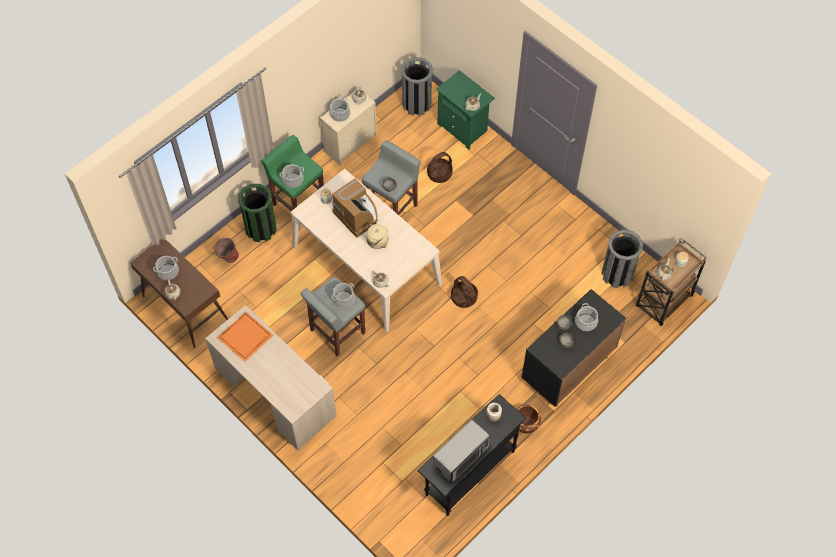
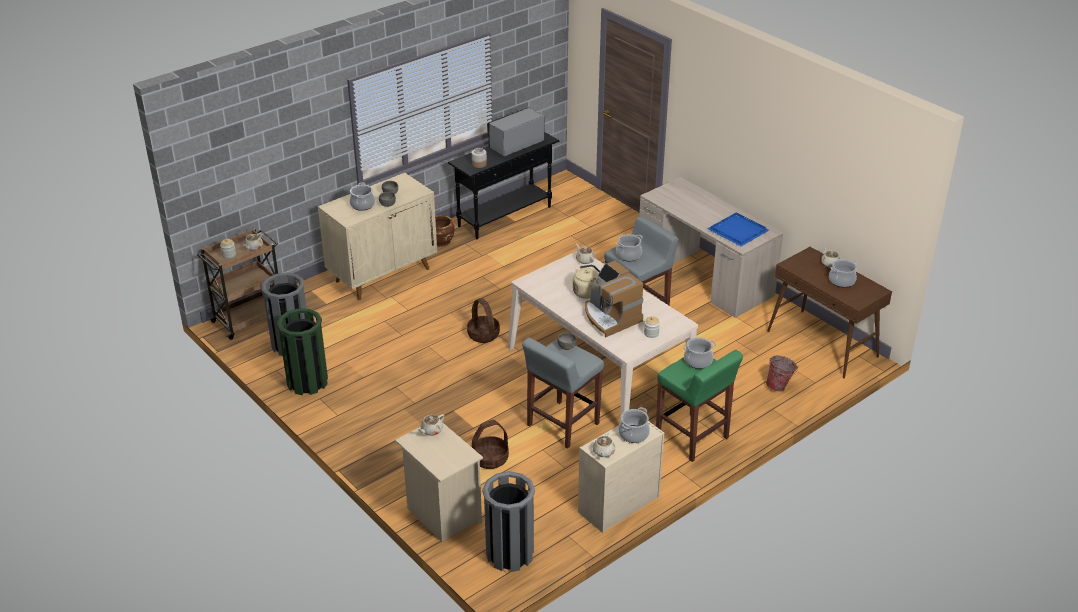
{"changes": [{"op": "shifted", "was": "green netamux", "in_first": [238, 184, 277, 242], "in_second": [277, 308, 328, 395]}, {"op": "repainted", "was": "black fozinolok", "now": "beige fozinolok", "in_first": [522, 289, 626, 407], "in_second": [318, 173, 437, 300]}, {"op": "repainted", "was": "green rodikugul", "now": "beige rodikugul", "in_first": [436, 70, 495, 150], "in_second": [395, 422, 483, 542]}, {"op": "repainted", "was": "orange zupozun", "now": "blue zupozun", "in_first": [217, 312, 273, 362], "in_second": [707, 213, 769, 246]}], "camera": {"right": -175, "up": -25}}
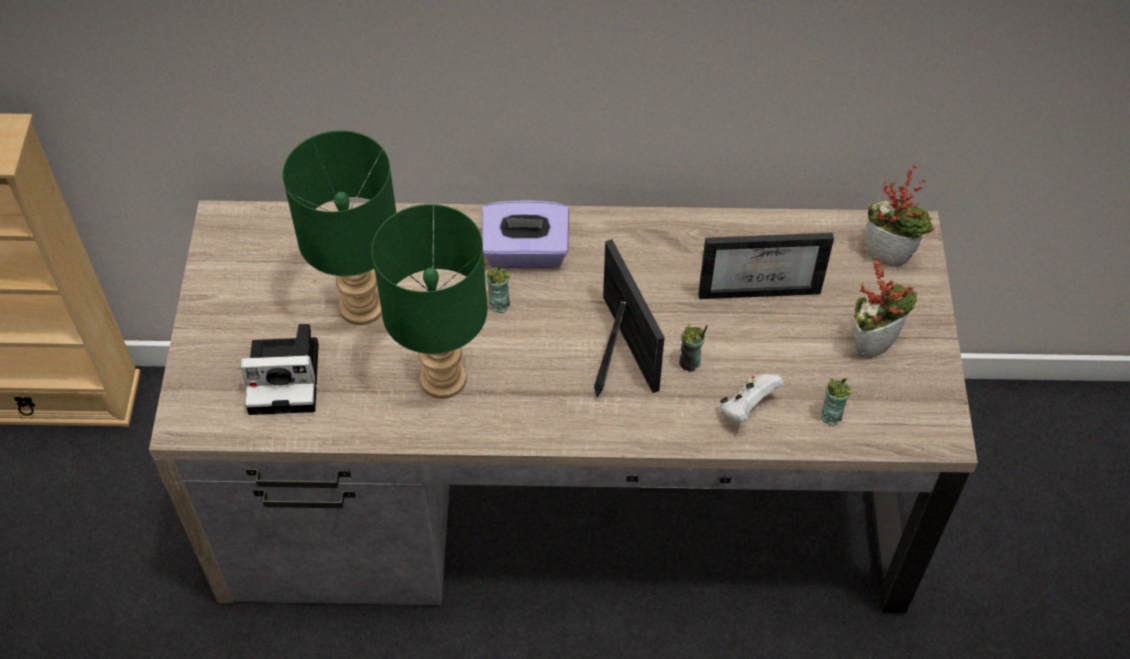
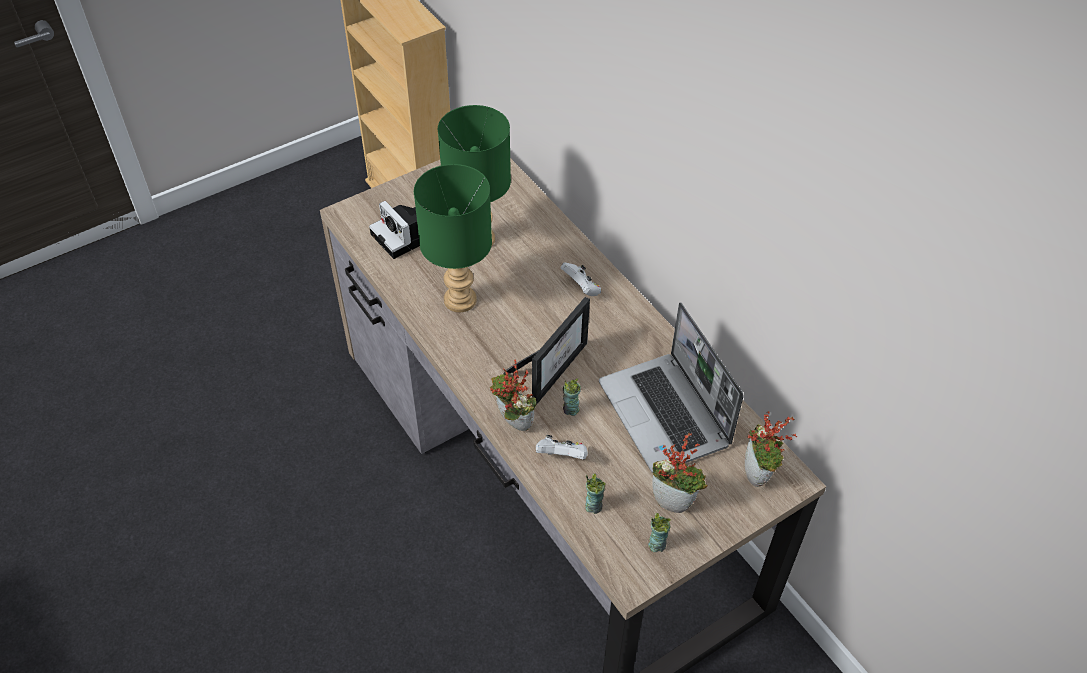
{"changes": [{"op": "new", "now": "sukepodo", "in_second": [490, 360, 536, 431]}, {"op": "swapped", "was": "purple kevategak", "now": "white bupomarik", "in_first": [482, 200, 569, 268], "in_second": [561, 262, 601, 296]}, {"op": "swapped", "was": "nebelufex", "now": "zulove", "in_first": [698, 233, 834, 299], "in_second": [599, 302, 744, 473]}, {"op": "shifted", "was": "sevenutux", "in_first": [486, 264, 511, 313], "in_second": [648, 513, 671, 552]}], "camera": {"right": 55, "up": -5}}
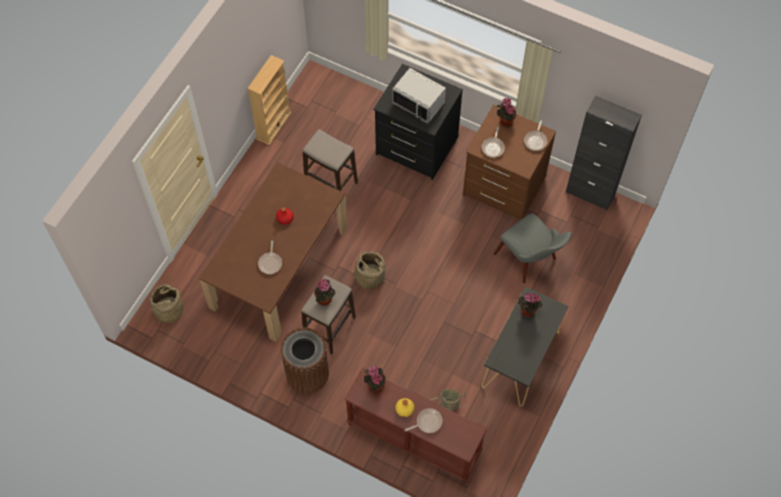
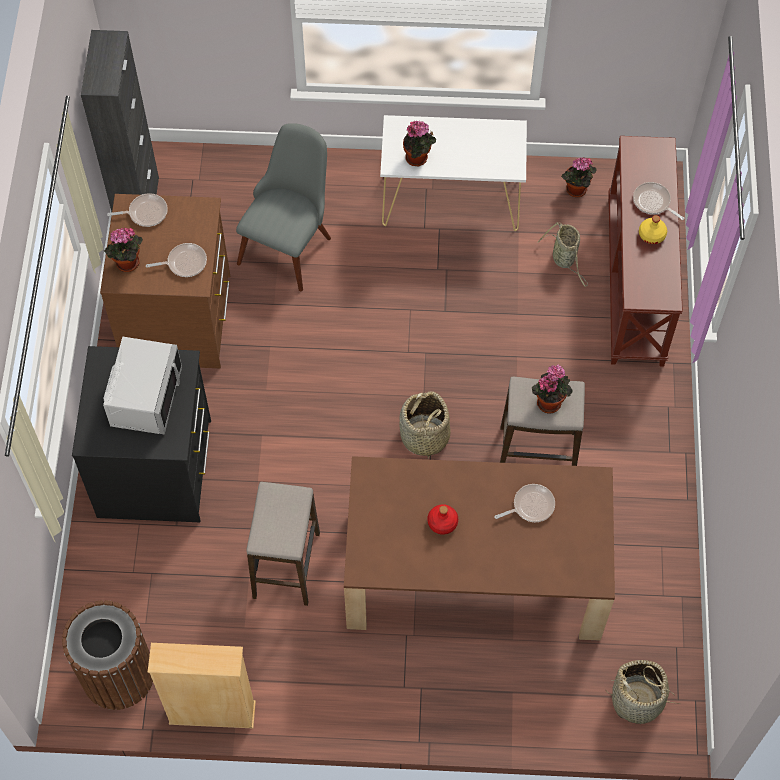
{"changes": [{"op": "shifted", "was": "brown netamux", "in_first": [280, 328, 329, 394], "in_second": [62, 600, 153, 710]}, {"op": "repainted", "was": "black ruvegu", "now": "white ruvegu", "in_first": [482, 286, 569, 407], "in_second": [380, 115, 527, 231]}, {"op": "shifted", "was": "sukepodo", "in_first": [364, 366, 386, 393], "in_second": [561, 157, 596, 197]}], "camera": {"right": -115, "up": 0}}
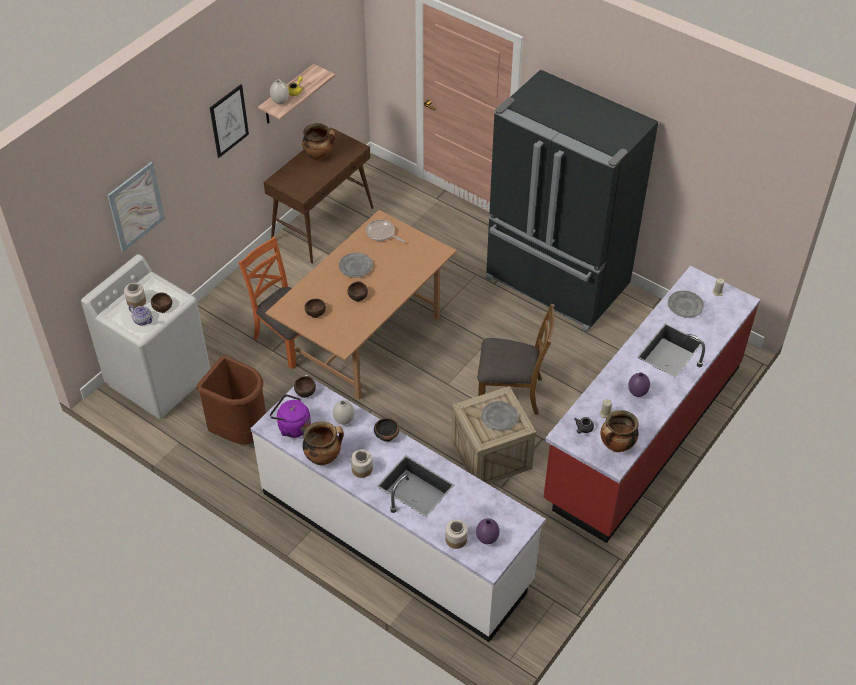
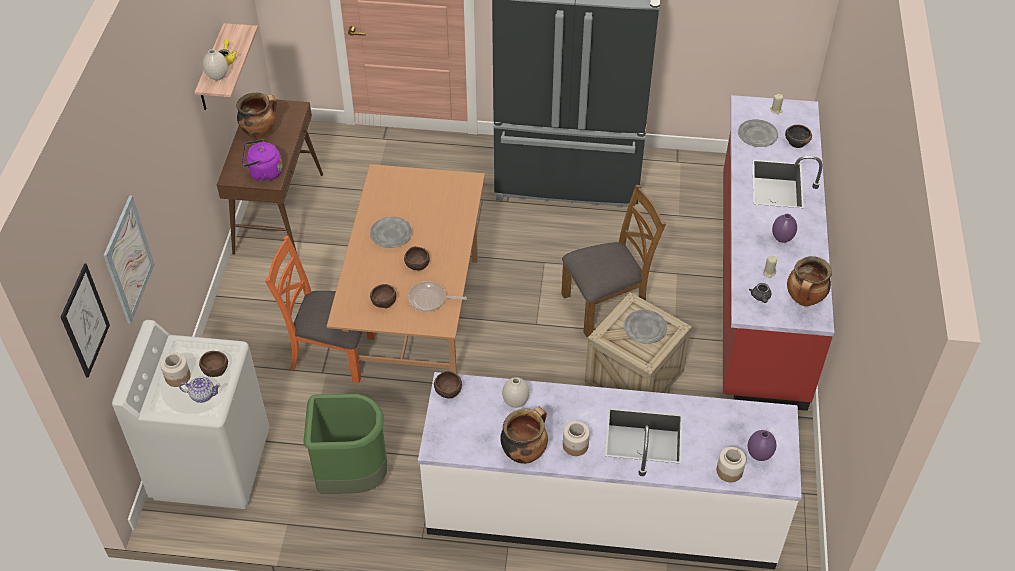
{"changes": [{"op": "shifted", "was": "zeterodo", "in_first": [210, 84, 249, 158], "in_second": [61, 264, 110, 378]}, {"op": "shifted", "was": "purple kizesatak", "in_first": [270, 394, 311, 438], "in_second": [242, 139, 283, 182]}, {"op": "repainted", "was": "brown netamux", "now": "green netamux", "in_first": [197, 356, 266, 444], "in_second": [304, 394, 387, 494]}, {"op": "shifted", "was": "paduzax", "in_first": [366, 219, 405, 242], "in_second": [408, 281, 467, 312]}, {"op": "shifted", "was": "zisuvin", "in_first": [374, 418, 399, 442], "in_second": [785, 124, 812, 148]}], "camera": {"right": -30, "up": 0}}
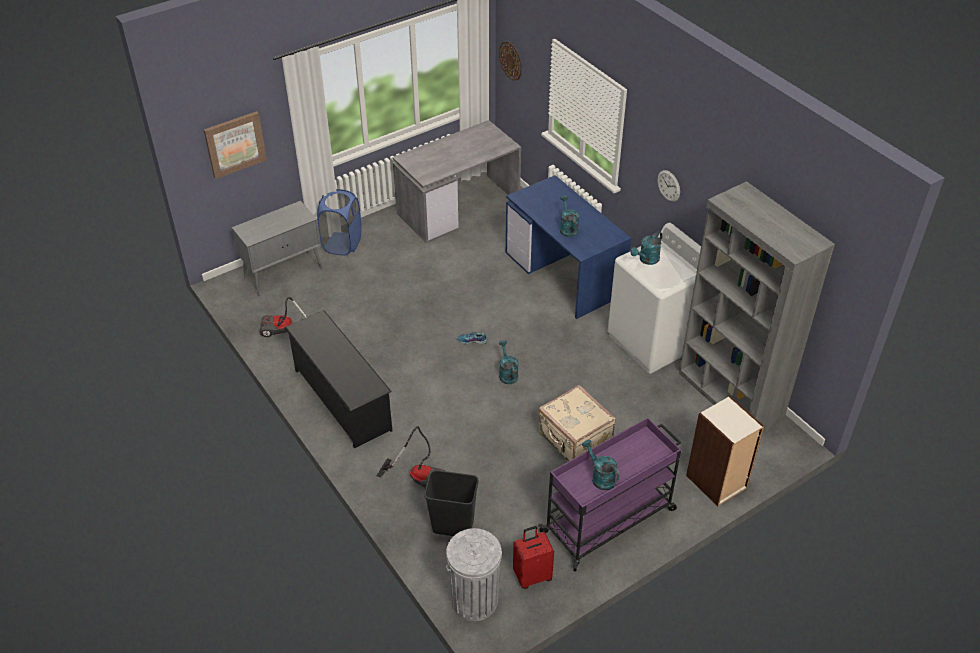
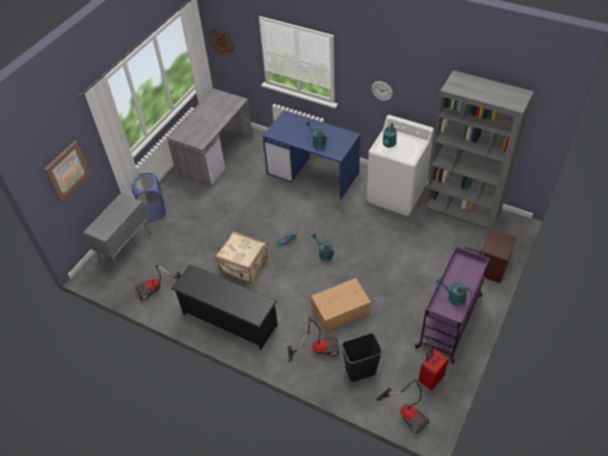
{"changes": [{"op": "shifted", "was": "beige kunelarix", "in_first": [538, 385, 616, 462], "in_second": [215, 232, 268, 284]}, {"op": "new", "now": "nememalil", "in_second": [311, 278, 371, 332]}, {"op": "swapped", "was": "grey netamux", "now": "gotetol", "in_first": [446, 528, 502, 621], "in_second": [376, 380, 430, 434]}, {"op": "swapped", "was": "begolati", "now": "brown rodikugul", "in_first": [686, 396, 764, 507], "in_second": [479, 228, 517, 283]}], "camera": {"right": -25, "up": 5}}
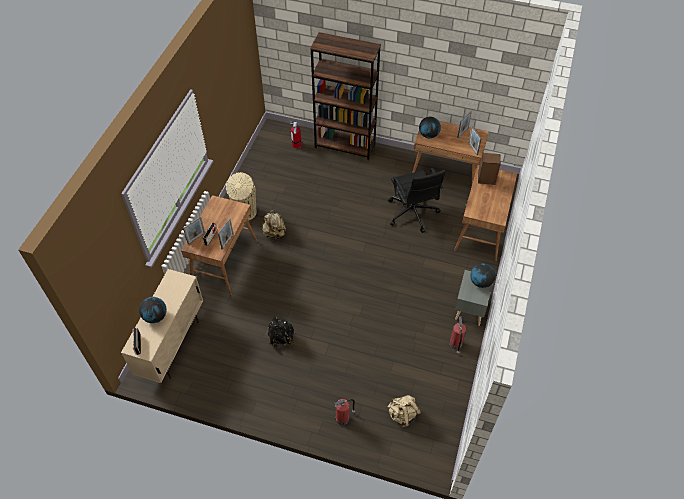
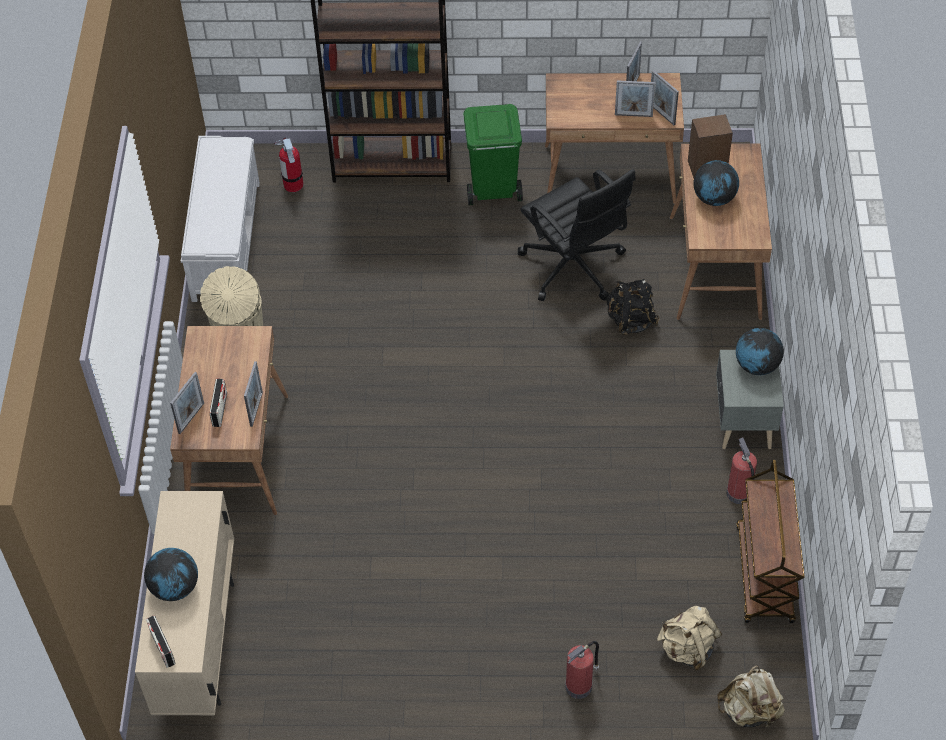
{"changes": [{"op": "new", "now": "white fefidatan", "in_second": [181, 136, 260, 302]}, {"op": "new", "now": "green netamux", "in_second": [463, 104, 523, 205]}, {"op": "shifted", "was": "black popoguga", "in_first": [268, 317, 294, 347], "in_second": [607, 279, 660, 335]}, {"op": "new", "now": "nebelufex", "in_second": [615, 80, 656, 117]}, {"op": "shifted", "was": "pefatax", "in_first": [419, 116, 441, 138], "in_second": [694, 160, 739, 206]}, {"op": "shifted", "was": "beige popoguga", "in_first": [261, 210, 286, 240], "in_second": [717, 665, 785, 729]}, {"op": "new", "now": "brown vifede", "in_second": [736, 459, 805, 623]}], "camera": {"right": -15, "up": 0}}
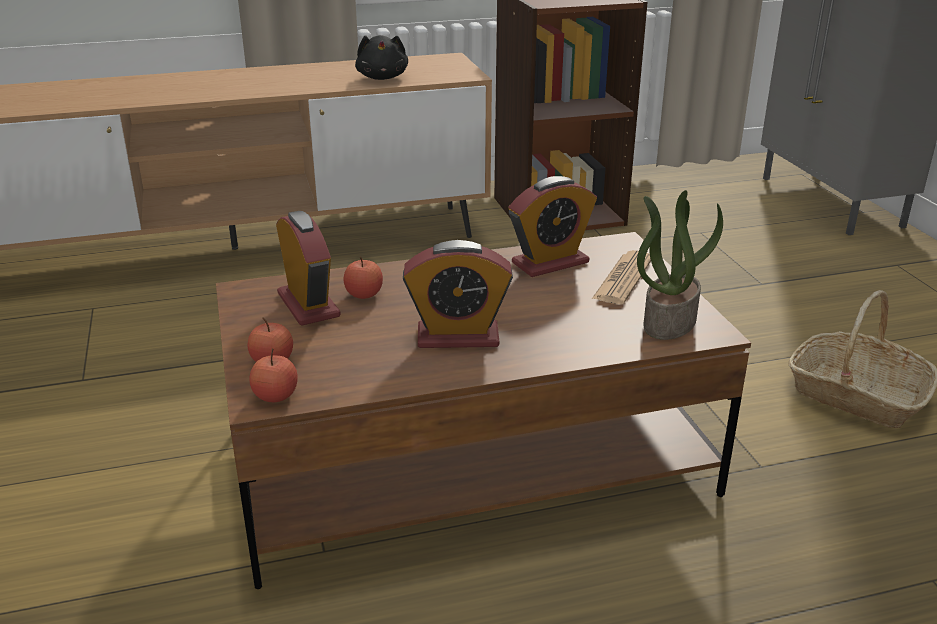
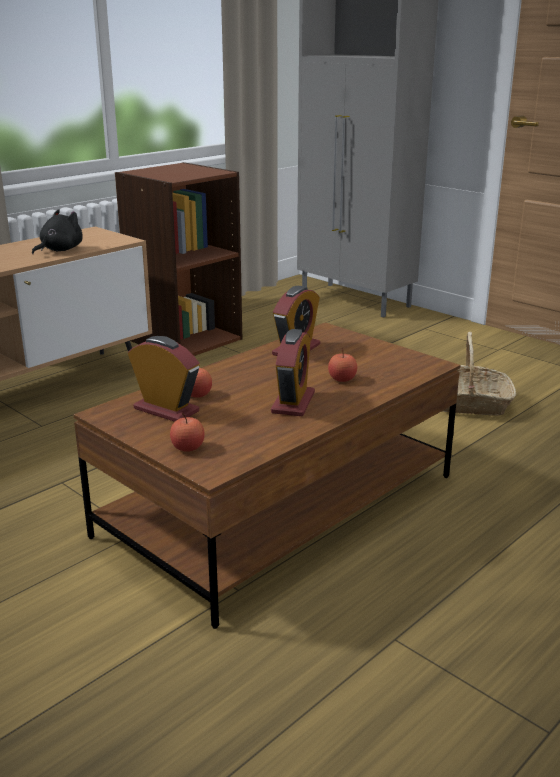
{"changes": [{"op": "rotated", "was": "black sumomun", "in_first": [355, 35, 408, 80], "in_second": [32, 209, 83, 254], "clockwise": -105}, {"op": "rotated", "was": "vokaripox", "in_first": [403, 240, 513, 348], "in_second": [271, 329, 315, 416], "clockwise": -45}, {"op": "shifted", "was": "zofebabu", "in_first": [250, 349, 298, 402], "in_second": [328, 348, 357, 382]}, {"op": "gone", "was": "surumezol", "in_first": [592, 250, 651, 304]}, {"op": "gone", "was": "sukepodo", "in_first": [637, 190, 723, 340]}], "camera": {"right": -30, "up": -5}}
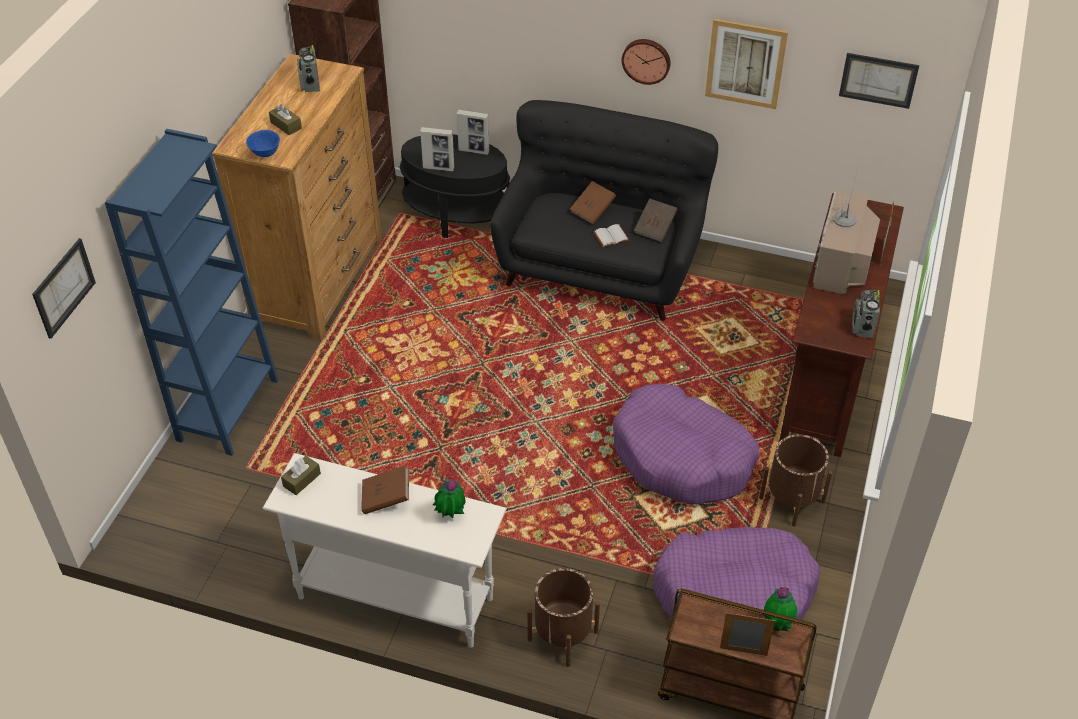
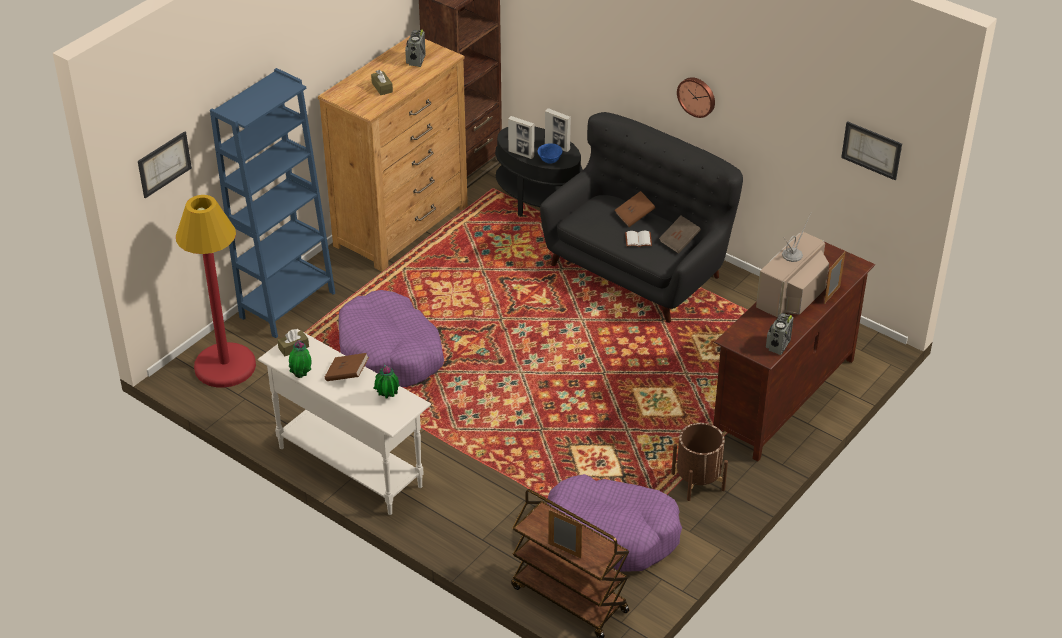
{"changes": [{"op": "new", "now": "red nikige", "in_second": [176, 195, 256, 388]}, {"op": "shifted", "was": "sukepodo", "in_first": [763, 587, 797, 631], "in_second": [289, 340, 311, 378]}, {"op": "shifted", "was": "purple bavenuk", "in_first": [613, 384, 759, 505], "in_second": [339, 290, 444, 387]}, {"op": "shifted", "was": "blue zisuvin", "in_first": [246, 130, 280, 157], "in_second": [538, 143, 562, 164]}, {"op": "gone", "was": "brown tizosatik", "in_first": [527, 568, 600, 667]}, {"op": "gone", "was": "zeterodo", "in_first": [705, 19, 788, 109]}], "camera": {"right": 20, "up": -5}}
